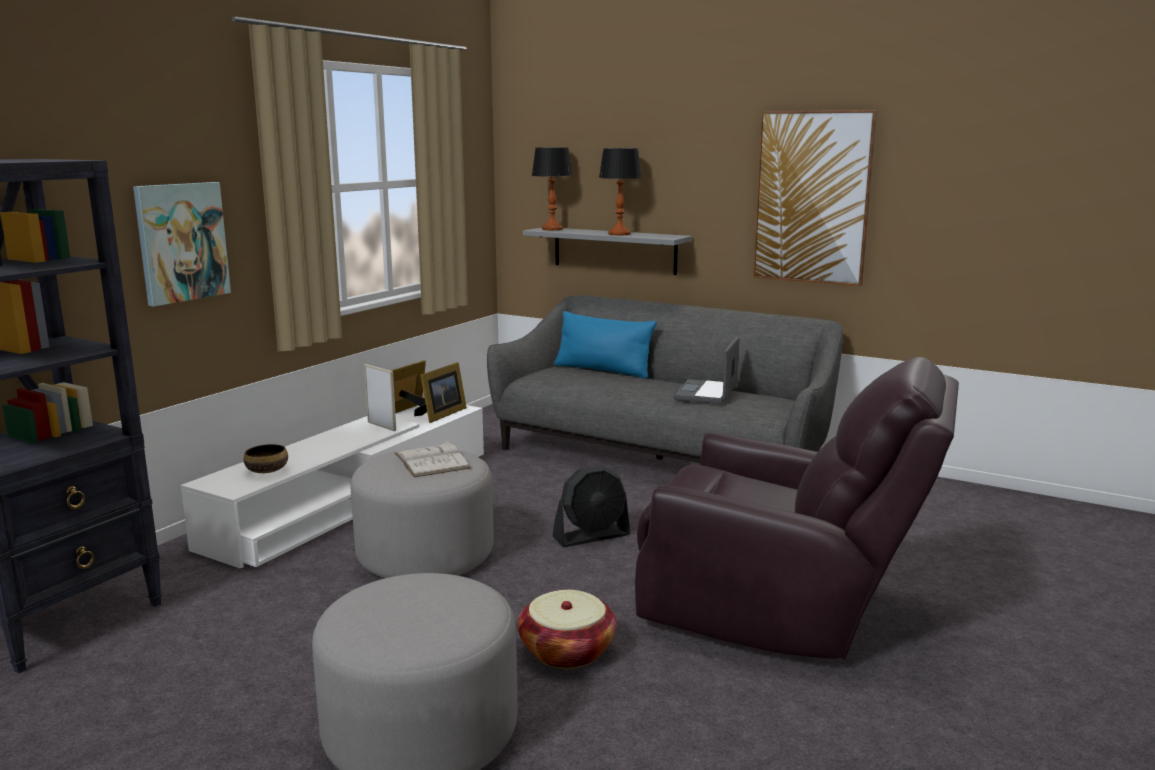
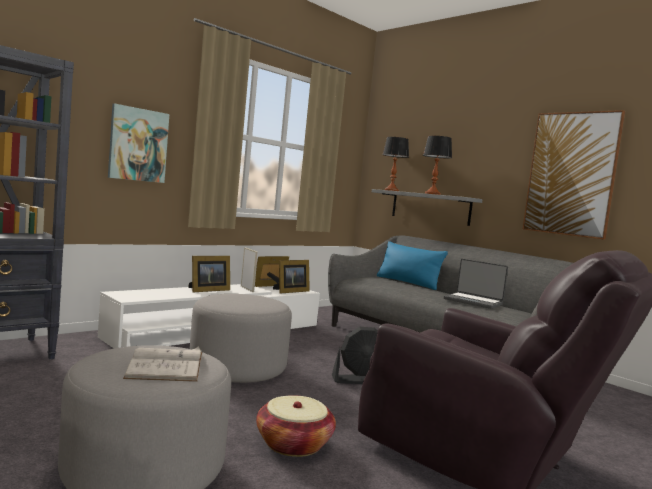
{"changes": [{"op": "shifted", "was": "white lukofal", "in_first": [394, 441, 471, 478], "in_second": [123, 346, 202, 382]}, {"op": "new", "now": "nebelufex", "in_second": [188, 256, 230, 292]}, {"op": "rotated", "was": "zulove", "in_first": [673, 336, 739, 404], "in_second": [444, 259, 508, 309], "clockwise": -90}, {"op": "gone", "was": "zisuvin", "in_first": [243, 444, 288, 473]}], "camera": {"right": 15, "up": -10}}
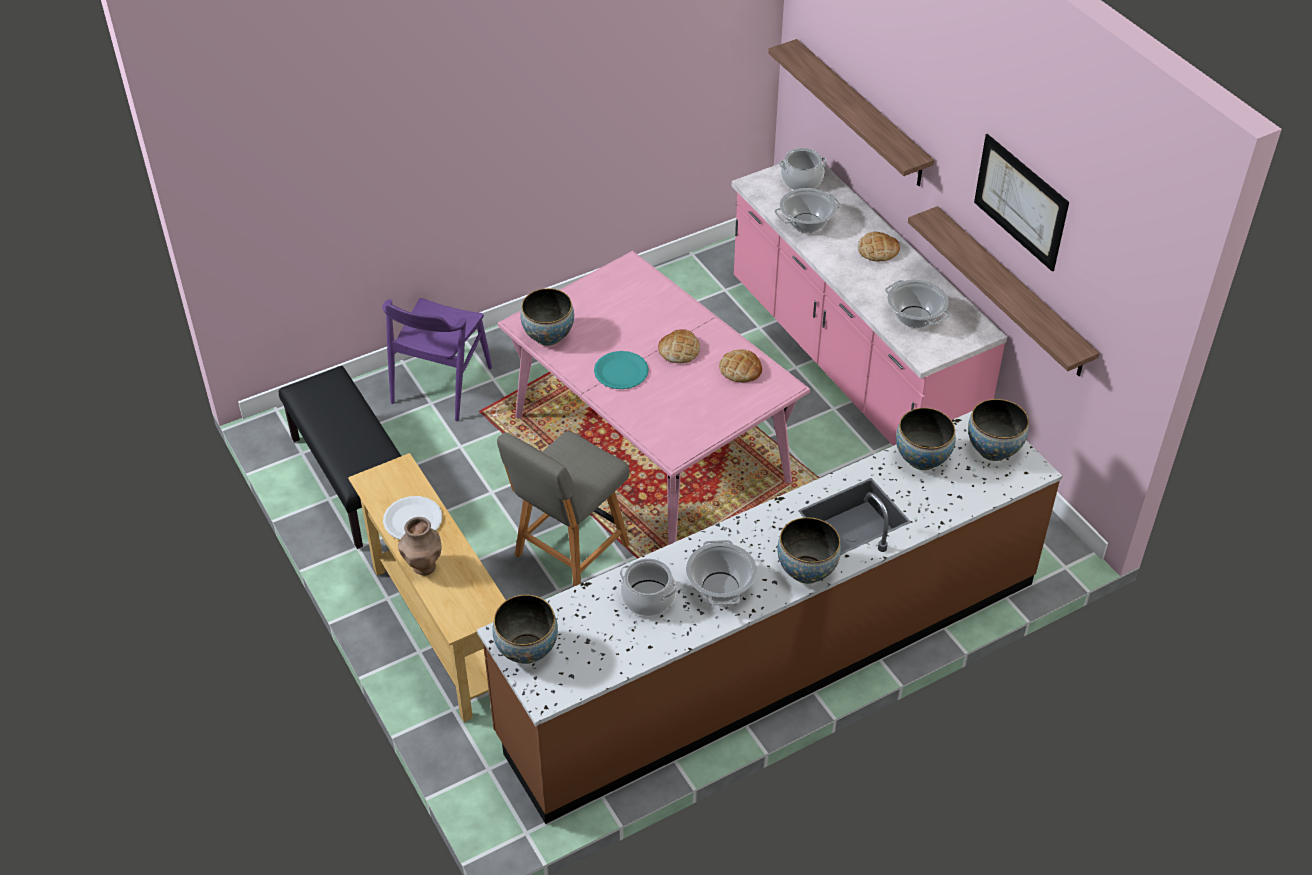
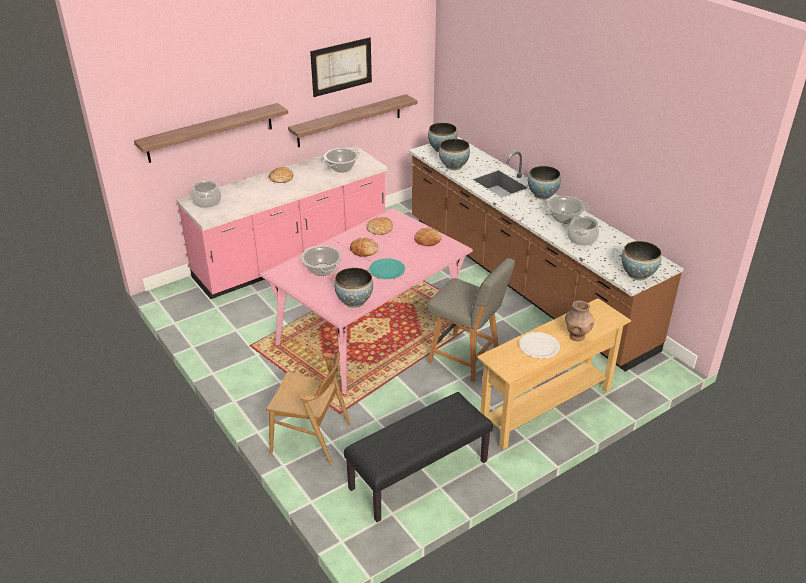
{"changes": [{"op": "repainted", "was": "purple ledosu", "now": "brown ledosu", "in_first": [382, 298, 492, 421], "in_second": [266, 352, 351, 466]}, {"op": "shifted", "was": "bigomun", "in_first": [775, 188, 842, 233], "in_second": [301, 246, 342, 276]}, {"op": "new", "now": "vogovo", "in_second": [414, 228, 442, 246]}], "camera": {"right": -95, "up": -10}}
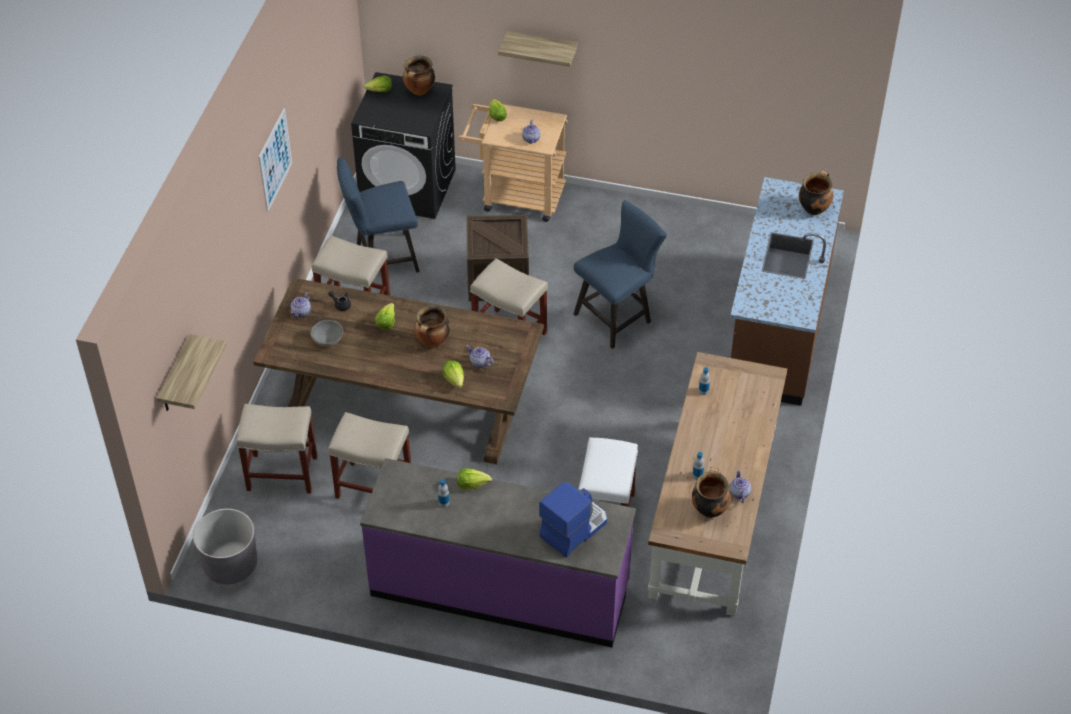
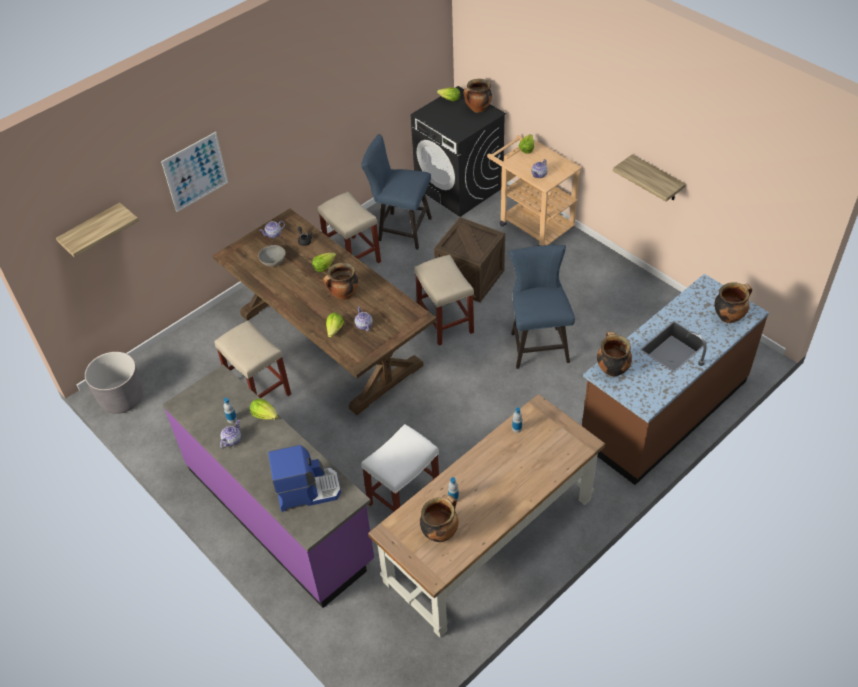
{"changes": [{"op": "shifted", "was": "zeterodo", "in_first": [259, 108, 292, 211], "in_second": [161, 132, 228, 212]}, {"op": "shifted", "was": "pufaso", "in_first": [729, 470, 751, 503], "in_second": [220, 419, 241, 449]}, {"op": "rotated", "was": "blue ledosu", "in_first": [574, 200, 667, 349], "in_second": [509, 245, 575, 369], "clockwise": -90}, {"op": "new", "now": "bigomun", "in_second": [597, 332, 632, 377]}, {"op": "shifted", "was": "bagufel", "in_first": [498, 31, 578, 67], "in_second": [613, 154, 686, 202]}, {"op": "gone", "was": "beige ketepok", "in_first": [237, 404, 317, 494]}], "camera": {"right": 35, "up": 0}}
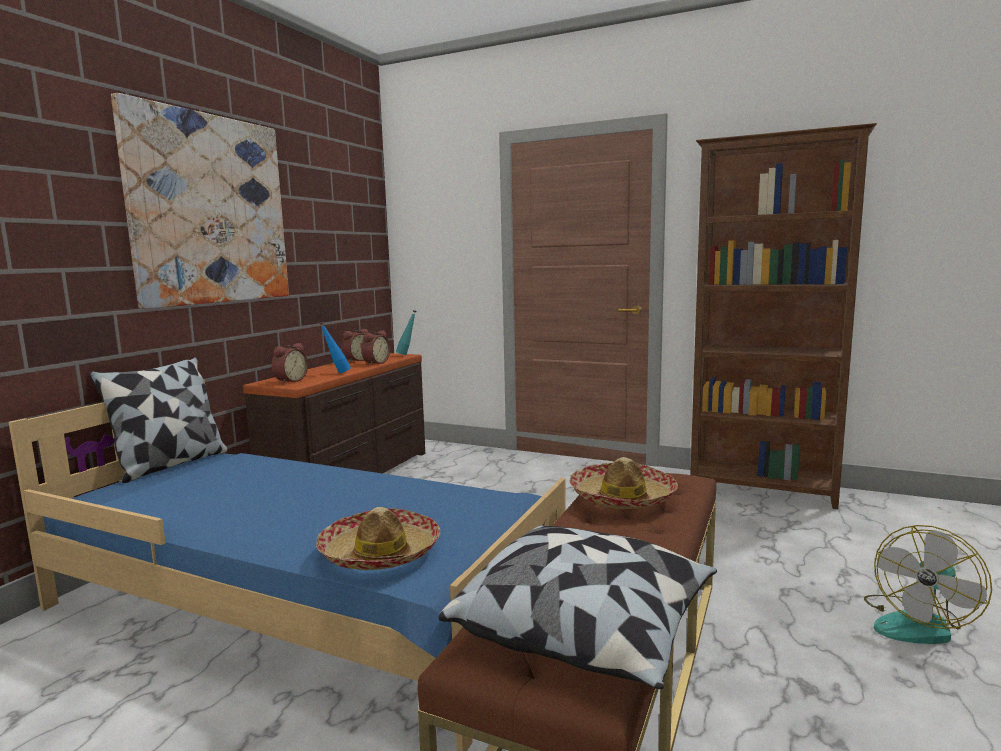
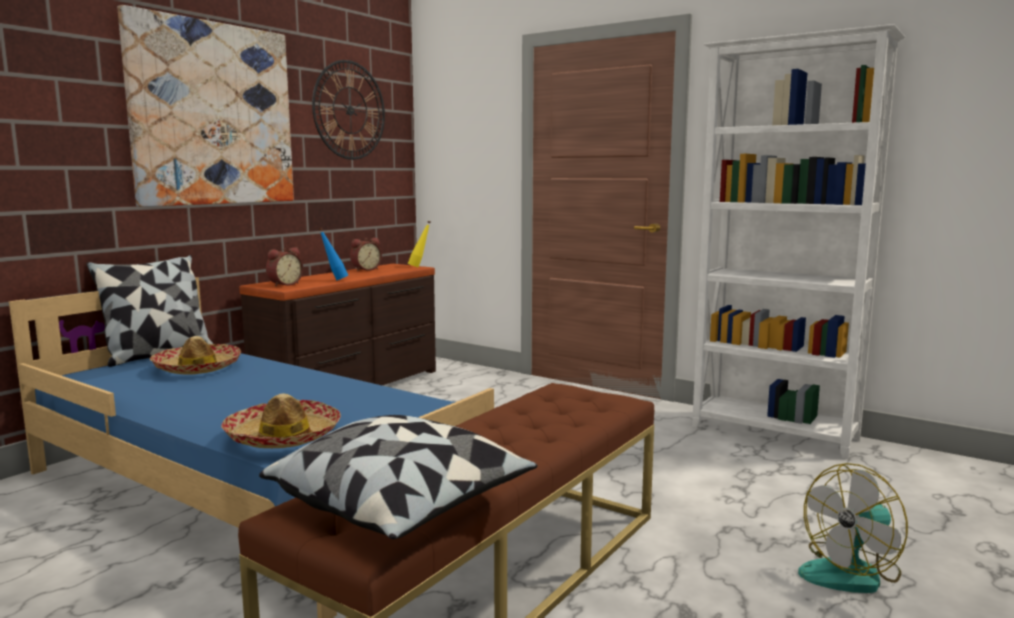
{"changes": [{"op": "shifted", "was": "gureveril", "in_first": [569, 457, 678, 509], "in_second": [150, 336, 241, 375]}, {"op": "new", "now": "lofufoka", "in_second": [312, 60, 385, 160]}, {"op": "repainted", "was": "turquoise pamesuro", "now": "yellow pamesuro", "in_first": [396, 310, 416, 355], "in_second": [408, 221, 431, 267]}, {"op": "repainted", "was": "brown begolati", "now": "white begolati", "in_first": [690, 123, 877, 509], "in_second": [692, 24, 905, 459]}, {"op": "gone", "was": "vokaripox", "in_first": [361, 330, 390, 365]}], "camera": {"right": 10, "up": 0}}
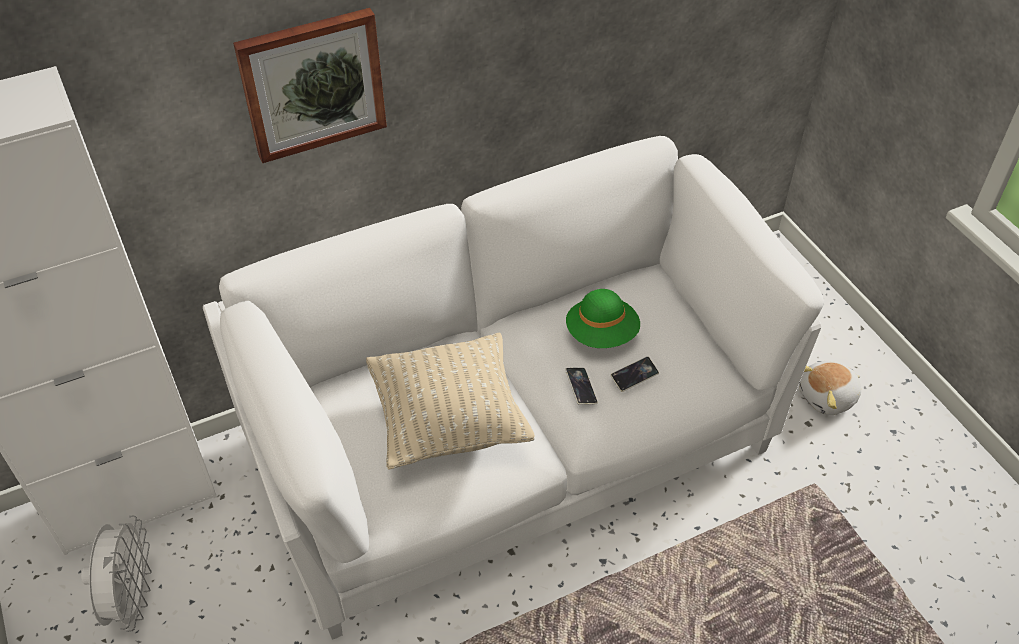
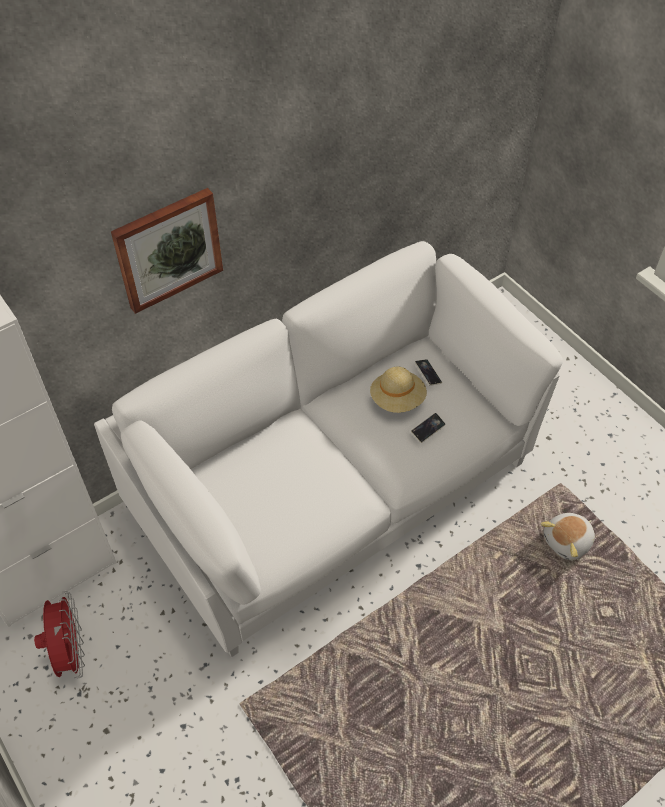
{"changes": [{"op": "repainted", "was": "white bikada", "now": "red bikada", "in_first": [81, 516, 152, 632], "in_second": [34, 591, 85, 679]}, {"op": "repainted", "was": "green gureveril", "now": "beige gureveril", "in_first": [566, 289, 640, 348], "in_second": [370, 366, 427, 413]}, {"op": "shifted", "was": "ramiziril", "in_first": [565, 368, 598, 405], "in_second": [415, 359, 442, 386]}, {"op": "shifted", "was": "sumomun", "in_first": [799, 361, 861, 415], "in_second": [541, 513, 595, 560]}, {"op": "gone", "was": "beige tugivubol", "in_first": [366, 333, 535, 470]}], "camera": {"right": -10, "up": 5}}
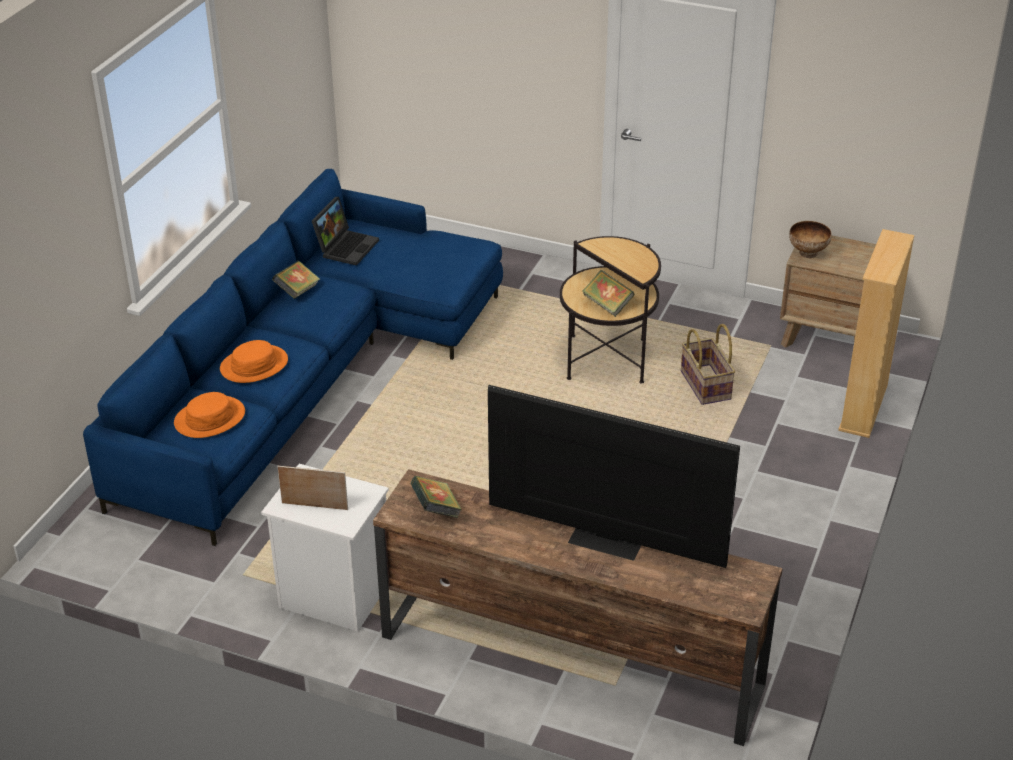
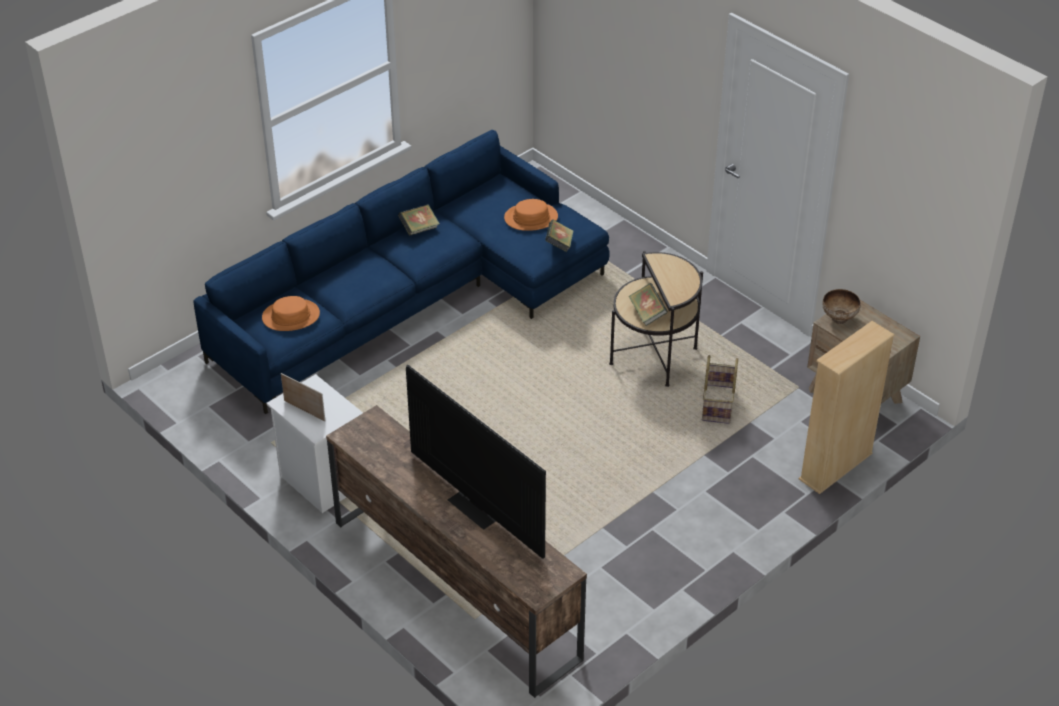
{"changes": [{"op": "shifted", "was": "orange gureveril", "in_first": [220, 340, 288, 383], "in_second": [504, 199, 558, 231]}, {"op": "shifted", "was": "lukofal", "in_first": [410, 476, 462, 518], "in_second": [545, 219, 573, 252]}, {"op": "gone", "was": "zulove", "in_first": [312, 197, 379, 266]}], "camera": {"right": 25, "up": 5}}
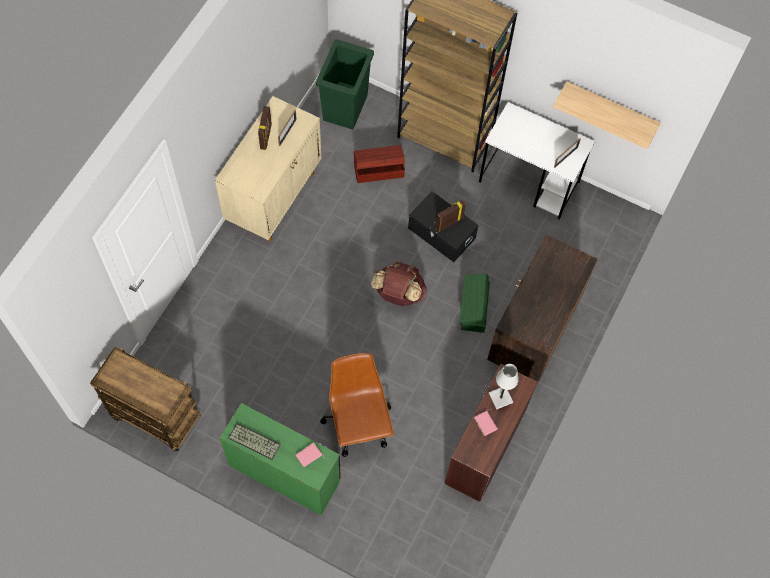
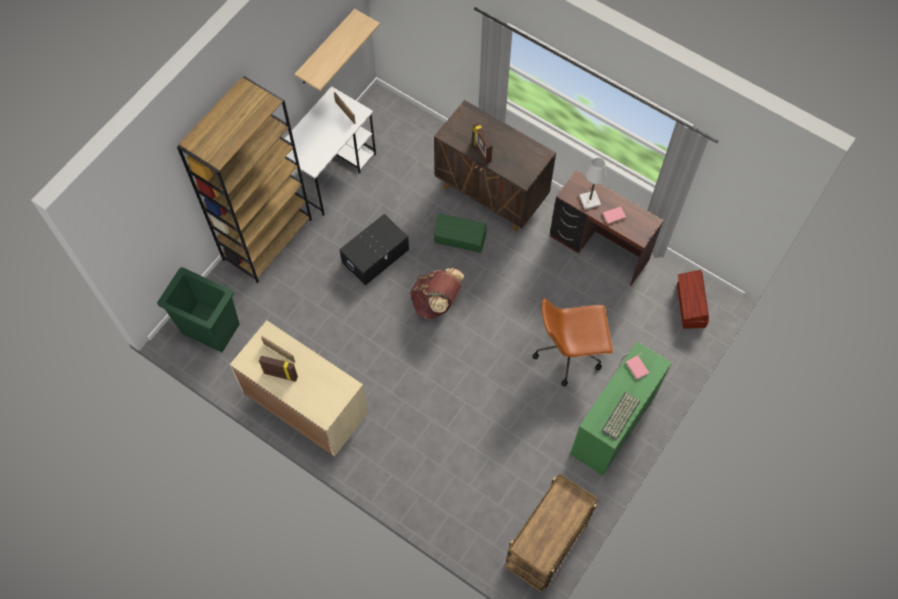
{"changes": [{"op": "shifted", "was": "nebelufex", "in_first": [436, 200, 466, 232], "in_second": [472, 122, 493, 164]}, {"op": "shifted", "was": "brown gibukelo", "in_first": [354, 145, 405, 183], "in_second": [677, 270, 709, 329]}], "camera": {"right": -80, "up": 0}}
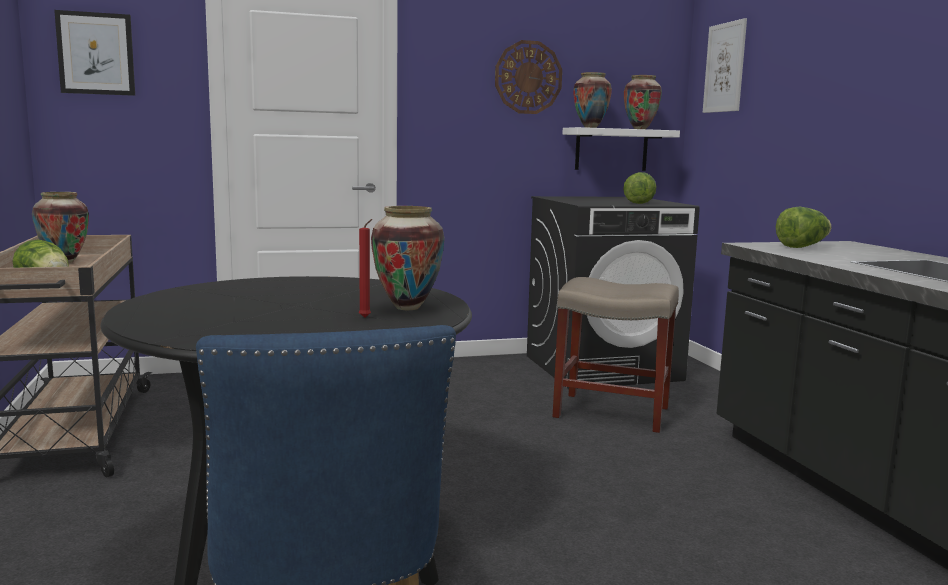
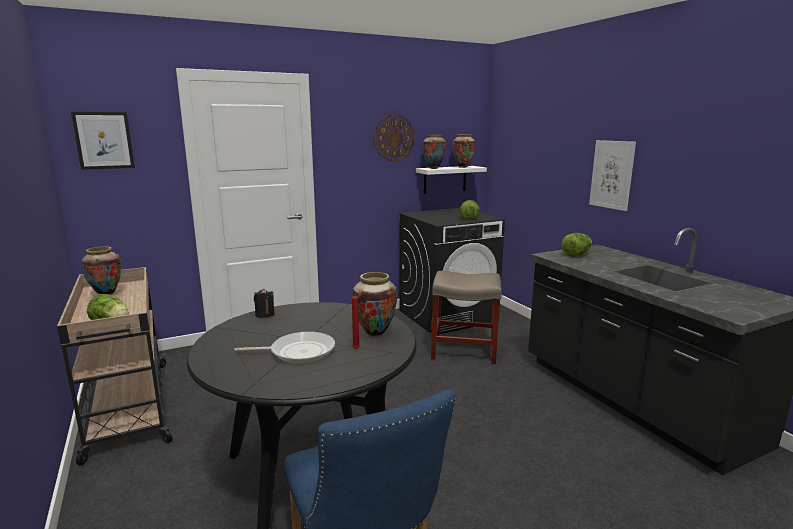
{"changes": [{"op": "new", "now": "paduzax", "in_second": [234, 332, 335, 363]}, {"op": "new", "now": "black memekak", "in_second": [254, 289, 274, 318]}, {"op": "shifted", "was": "zeterodo", "in_first": [703, 18, 747, 113], "in_second": [589, 140, 636, 211]}], "camera": {"right": -10, "up": 5}}
